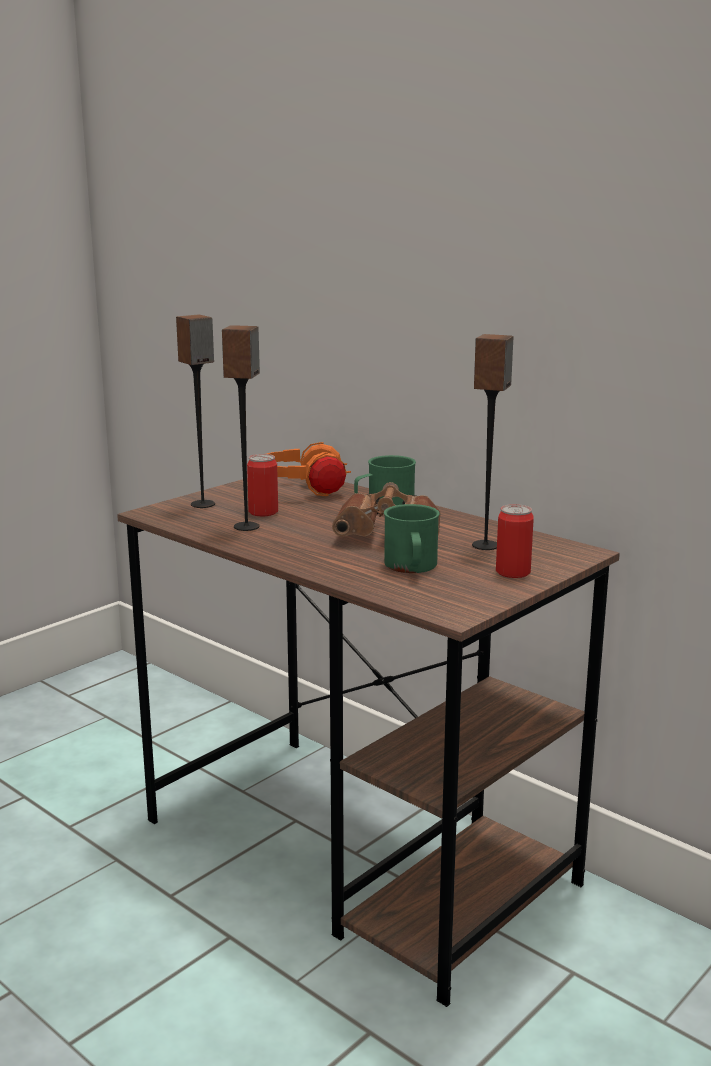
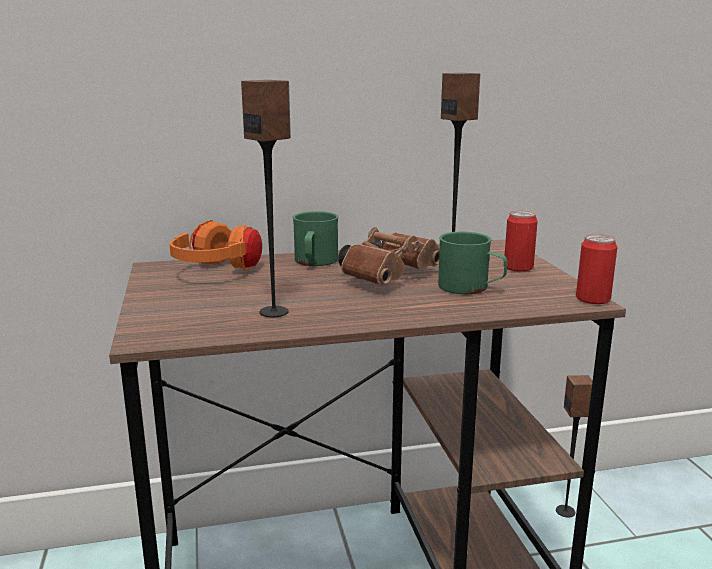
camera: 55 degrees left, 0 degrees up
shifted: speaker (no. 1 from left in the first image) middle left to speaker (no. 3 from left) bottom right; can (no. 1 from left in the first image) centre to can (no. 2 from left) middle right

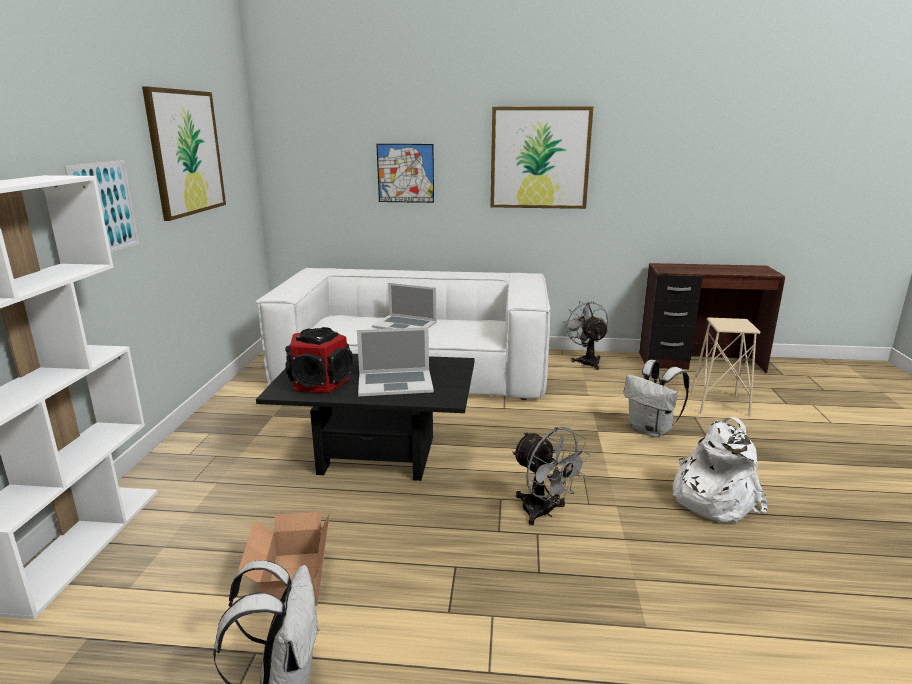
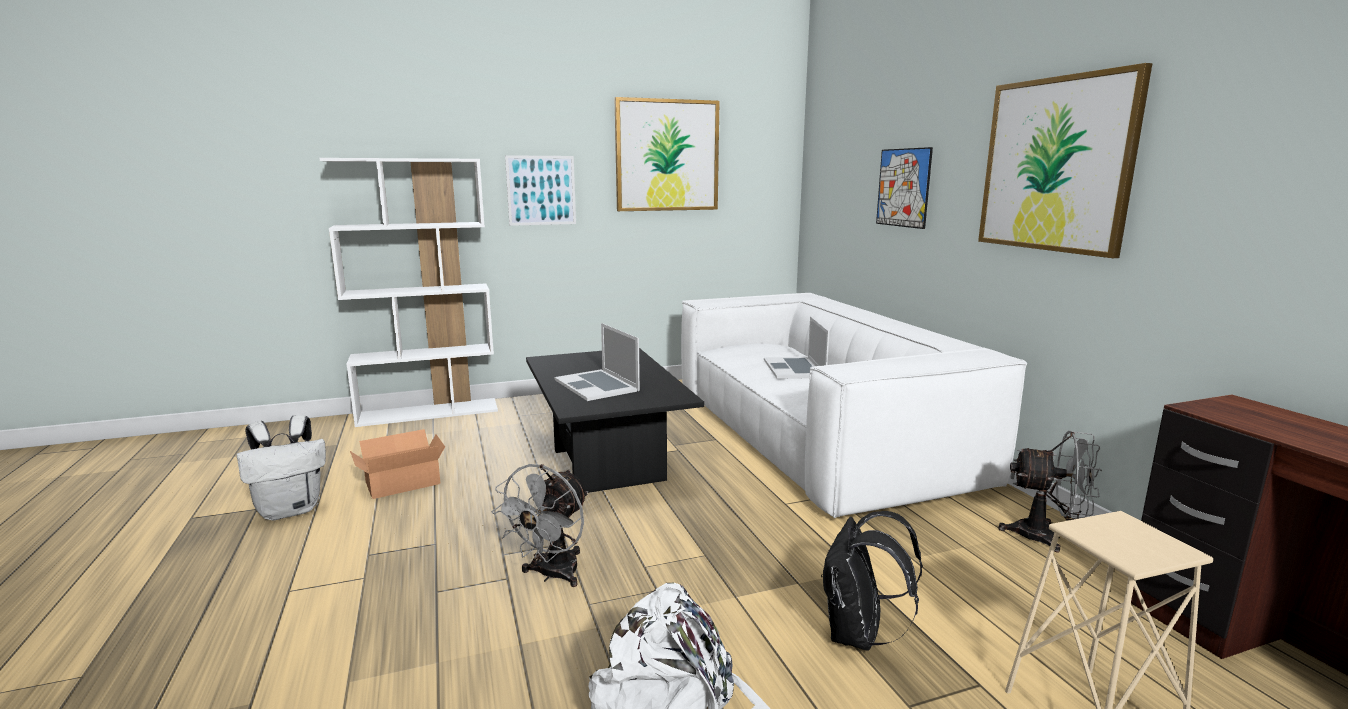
camera: 65 degrees right, 5 degrees down
gone: speaker centre
repainted: white_backpack (no. 2 from left) middle right to black_backpack bottom centre
rotated: grey_fan (no. 2 from left) centre = bottom right 60 degrees clockwise

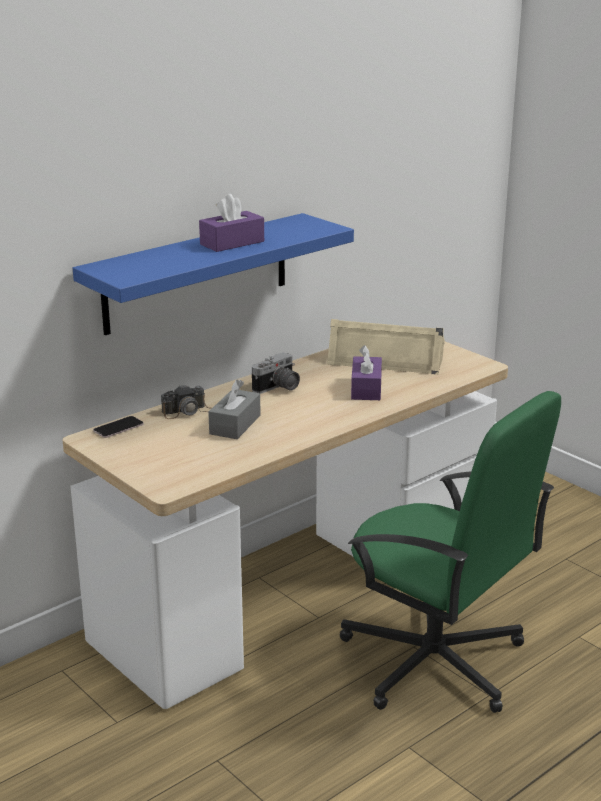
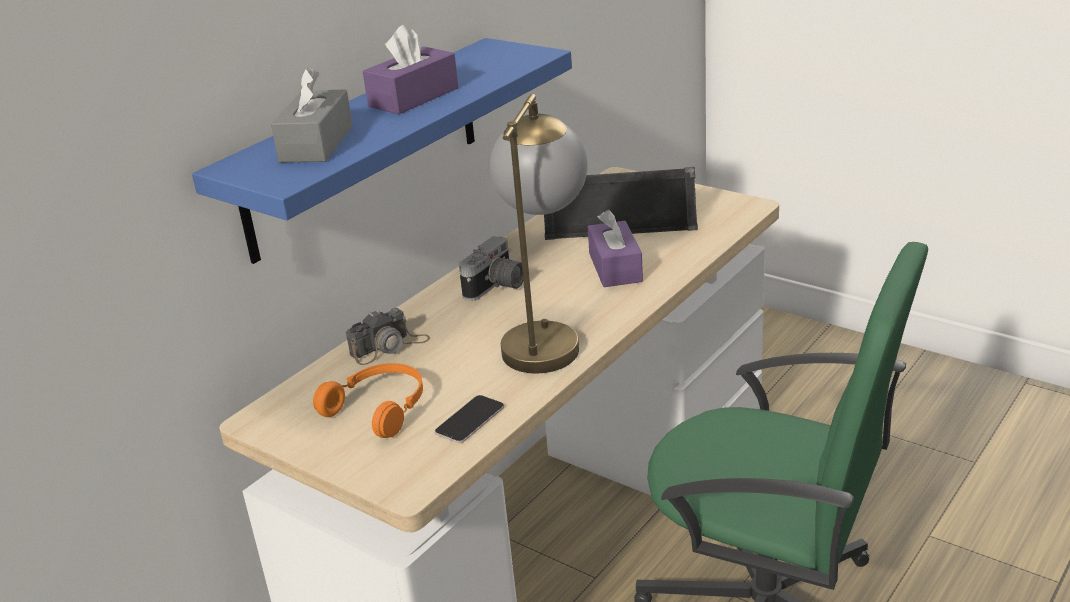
camera: 10 degrees left, 5 degrees up
new: table_lamp centre; orange_headphones centre
shifted: grey_tissue_box centre to top left; phone middle left to bottom centre
repainted: beige_speaker centre to black_speaker centre

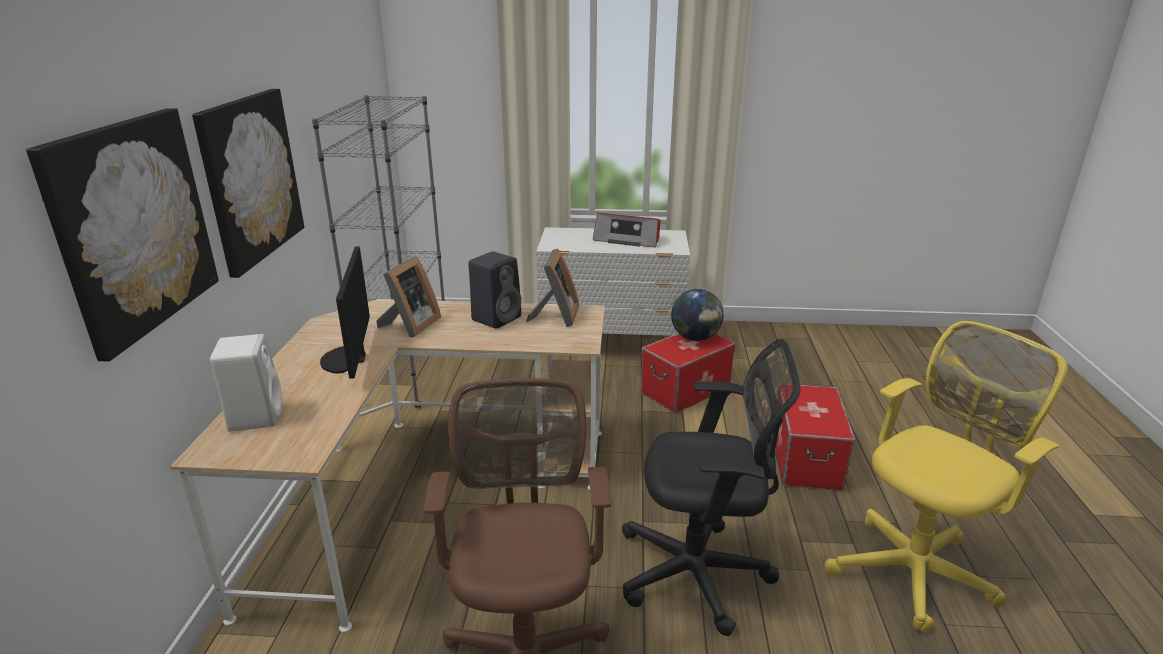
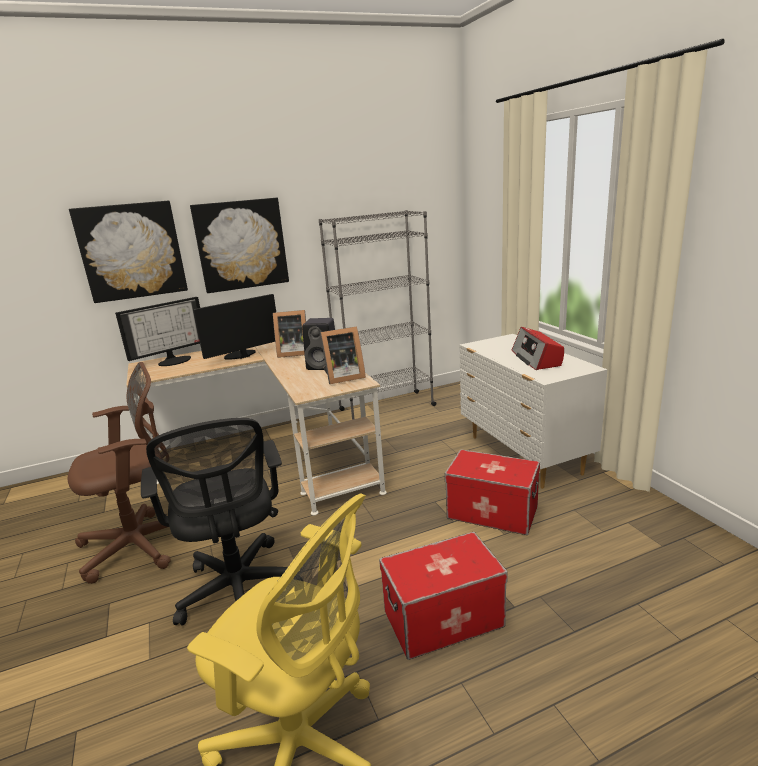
camera: 65 degrees right, 5 degrees down
gone: globe centre
swapped: white_speaker middle left to monitor (no. 1 from left) middle left

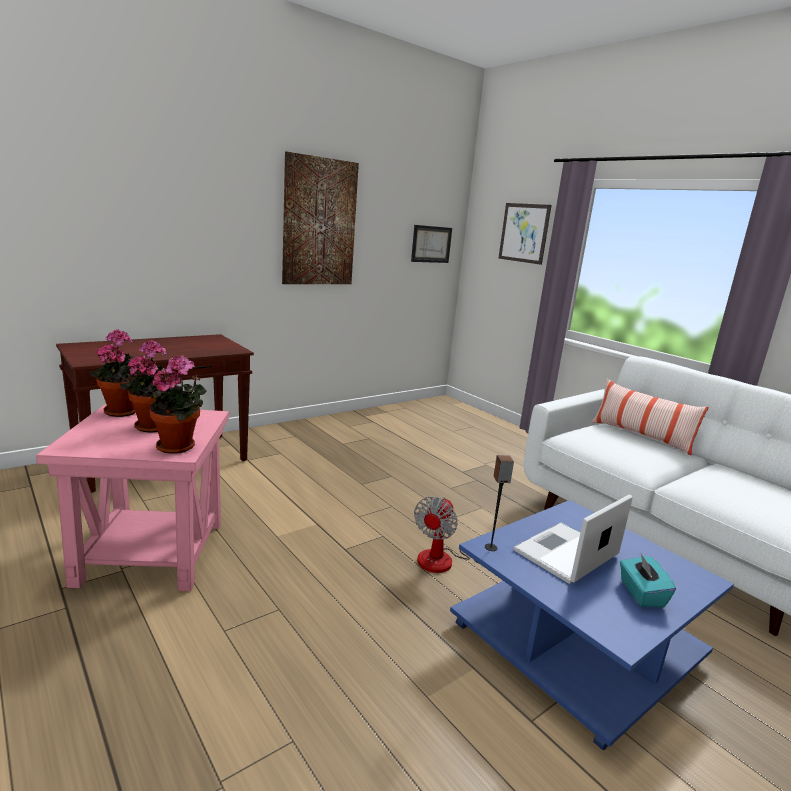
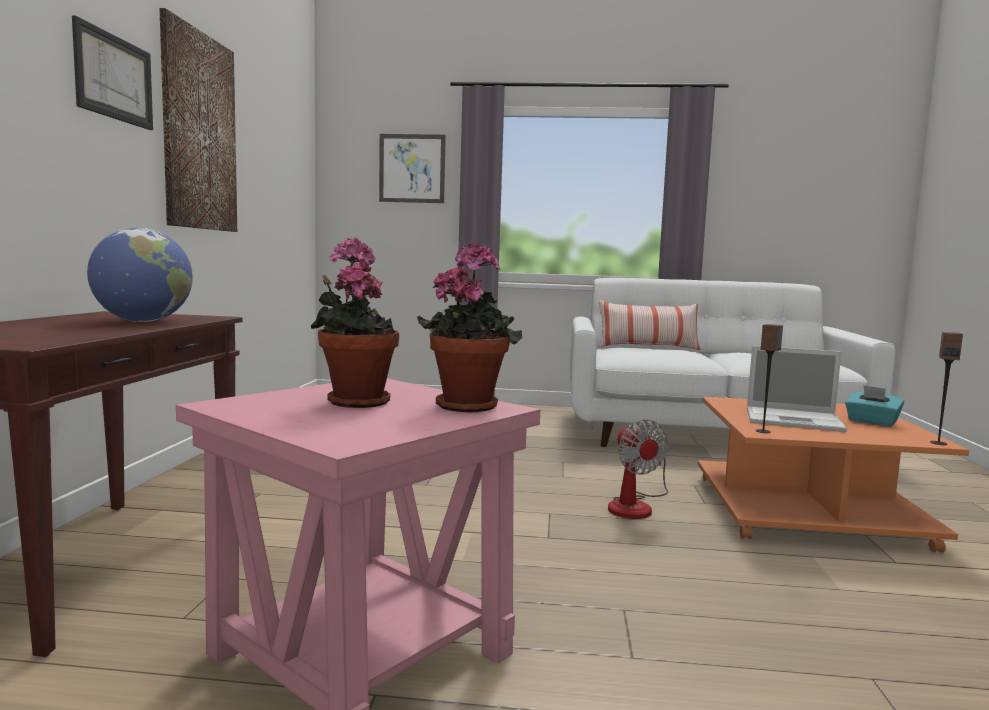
camera: 45 degrees left, 10 degrees down
gone: potted_plant (no. 1 from left) middle left
new: globe middle left; speaker (no. 2 from left) middle right
shifted: picture (no. 2 from left in the first image) top centre to picture (no. 1 from left) top left
repainted: blue_coffee_table bottom right to orange_coffee_table bottom right
rotated: laptop bottom right = middle right 75 degrees counterclockwise

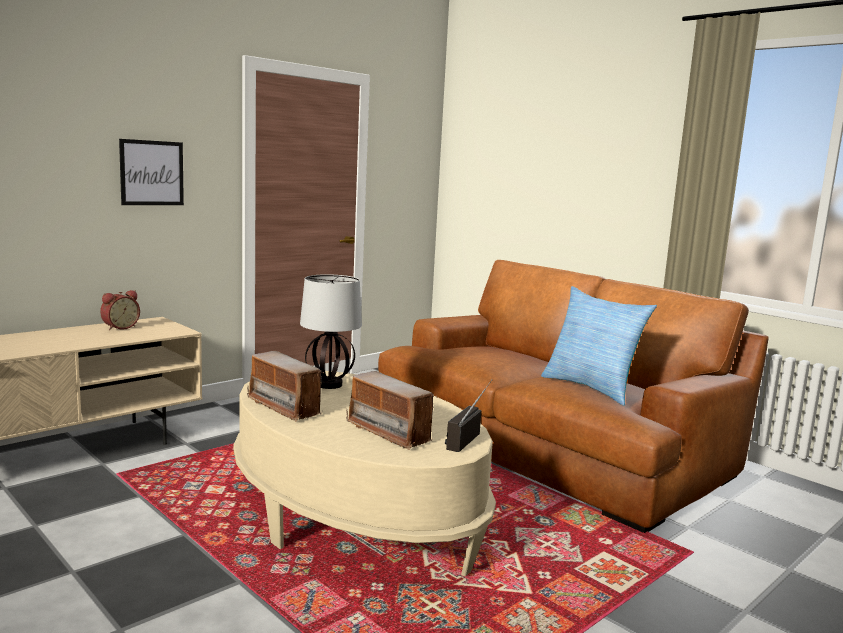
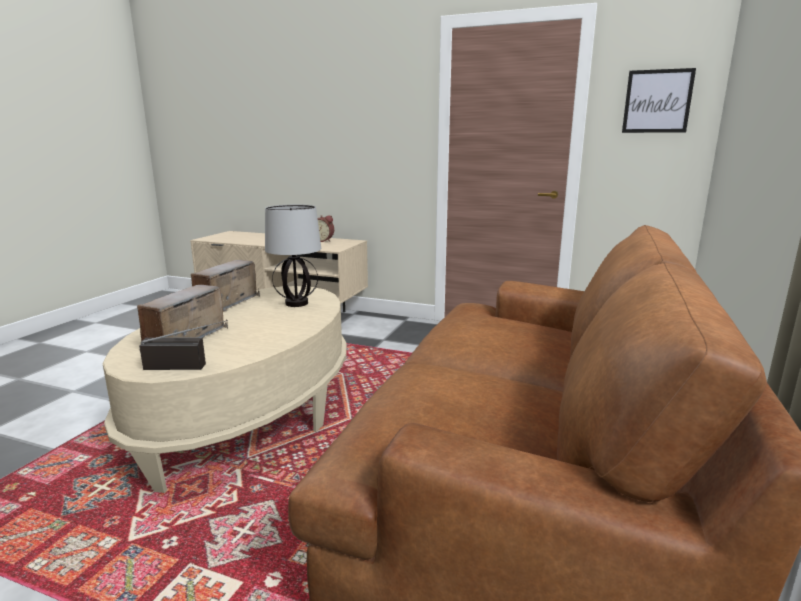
camera: 65 degrees right, 5 degrees up
gone: pillow middle right
shifted: picture top left to top right

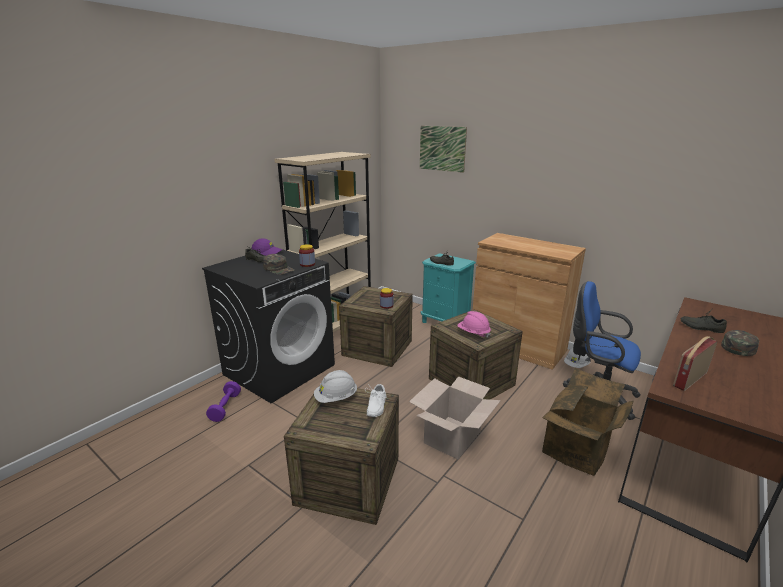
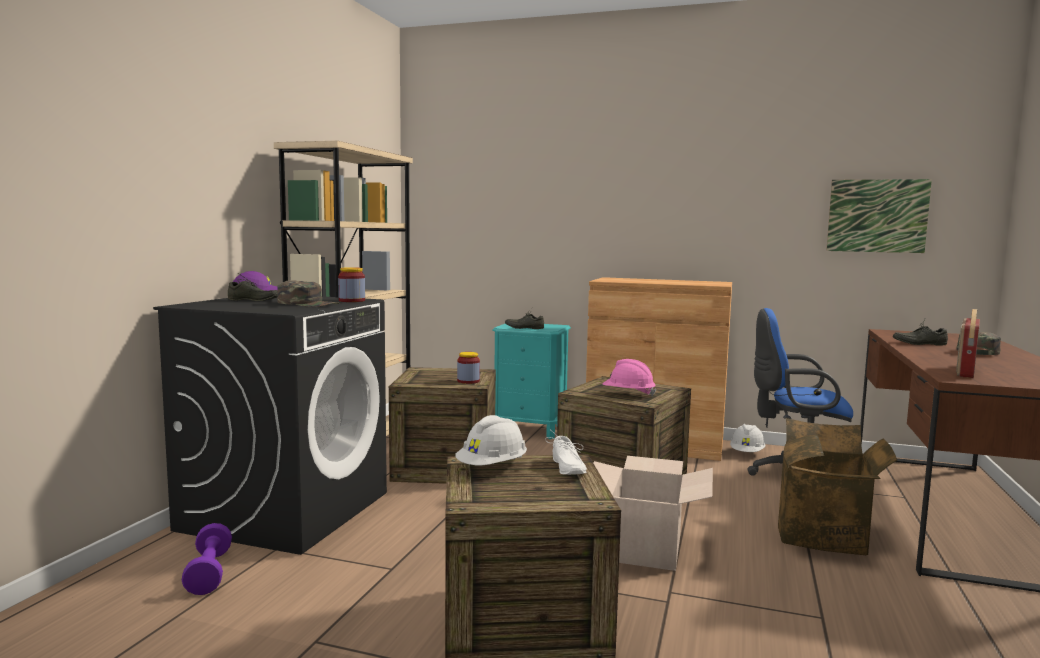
camera: 20 degrees left, 15 degrees down
shifted: picture top centre to top right

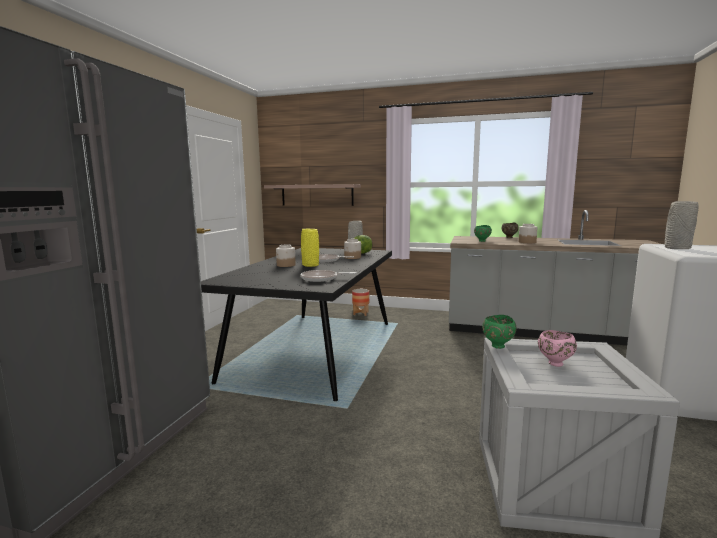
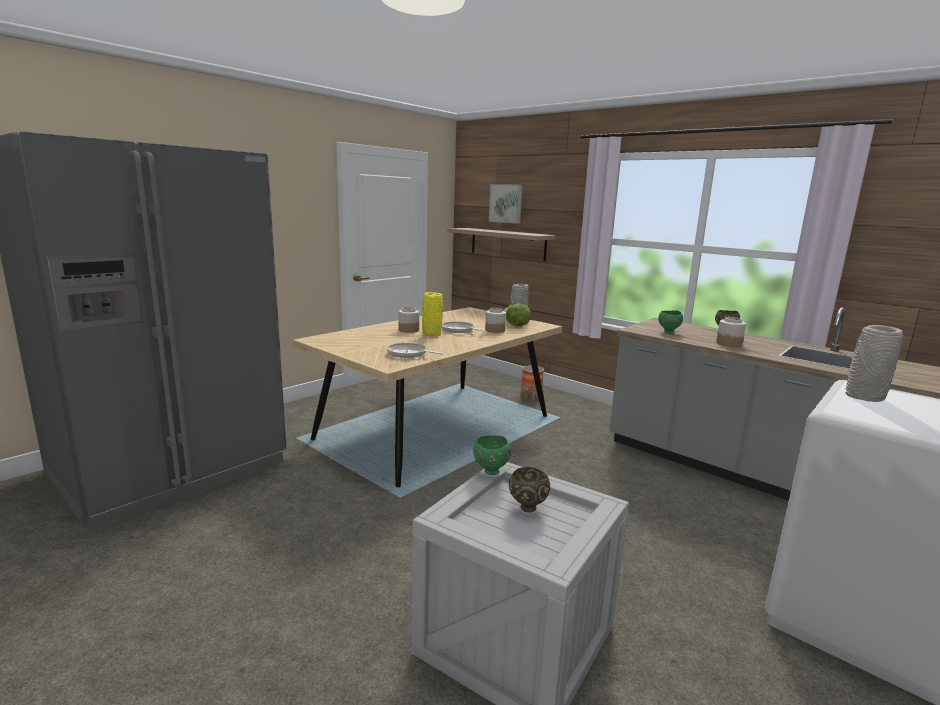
camera: 25 degrees right, 5 degrees up
new: picture top centre
repainted: black_dining_table centre to beige_dining_table centre; pink_bowl middle right to brown_bowl (no. 1 from left) bottom centre

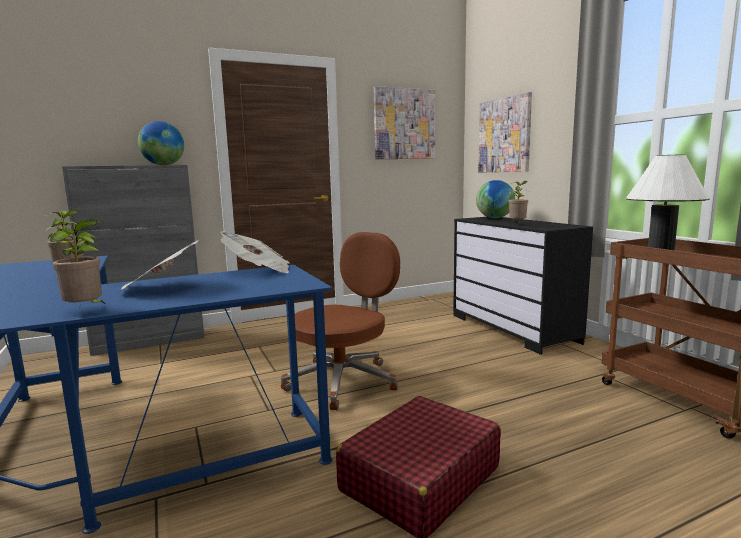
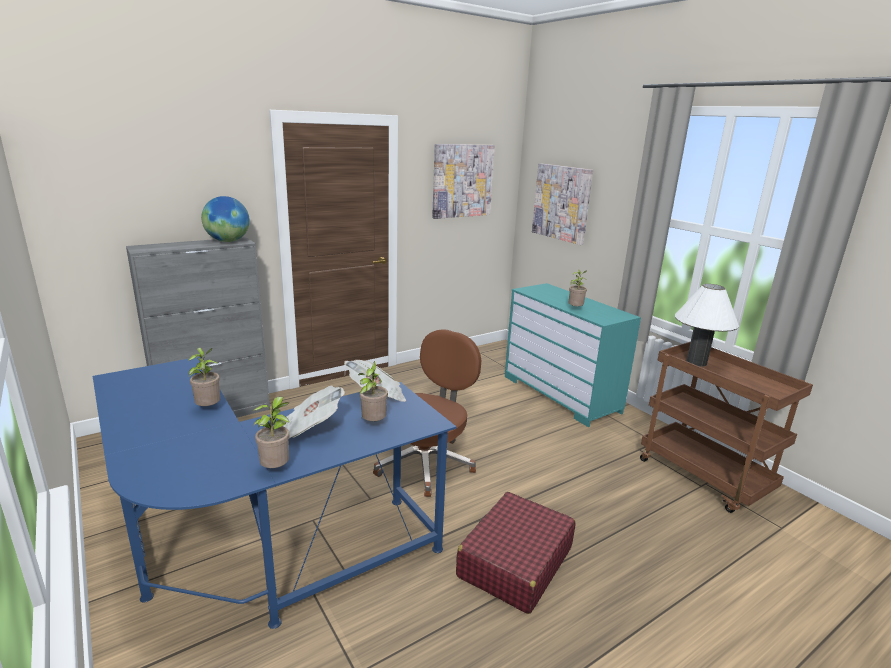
camera: 10 degrees left, 10 degrees up
gone: globe (no. 2 from left) middle right
new: potted_plant (no. 3 from left) centre
repainted: black_dresser middle right to turquoise_dresser centre

